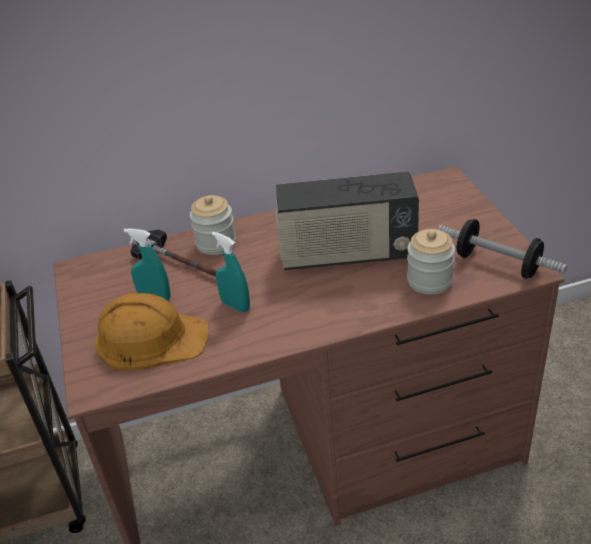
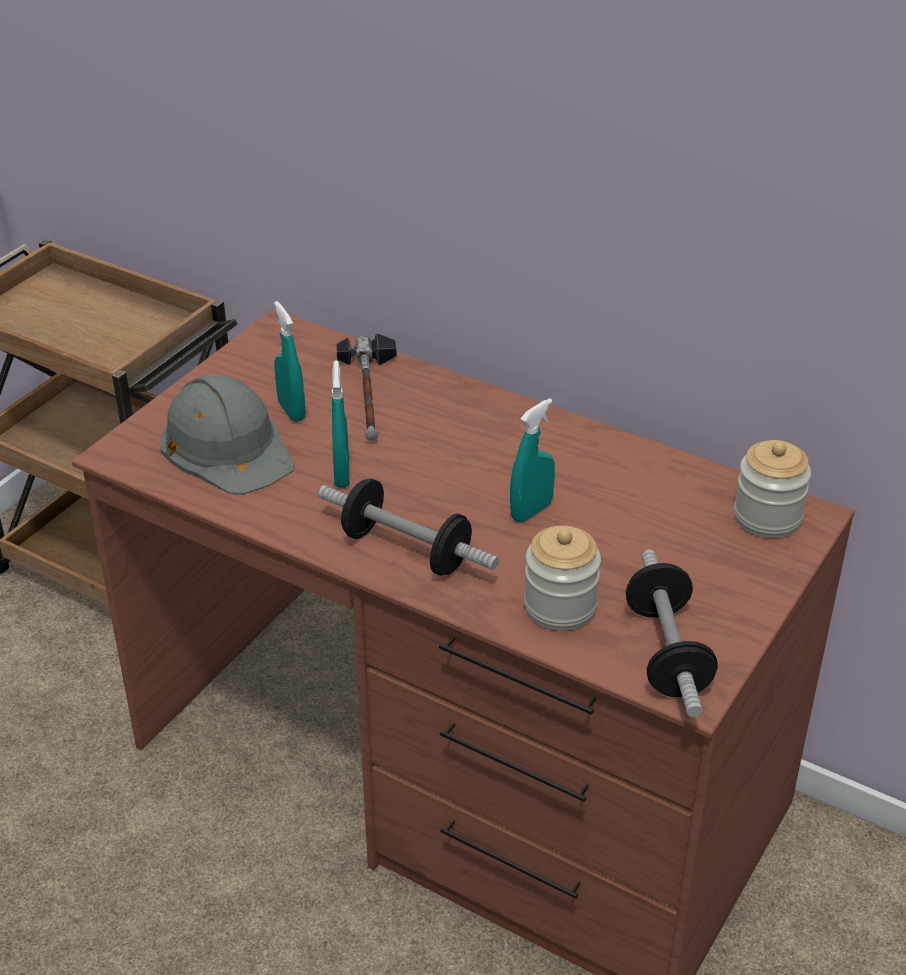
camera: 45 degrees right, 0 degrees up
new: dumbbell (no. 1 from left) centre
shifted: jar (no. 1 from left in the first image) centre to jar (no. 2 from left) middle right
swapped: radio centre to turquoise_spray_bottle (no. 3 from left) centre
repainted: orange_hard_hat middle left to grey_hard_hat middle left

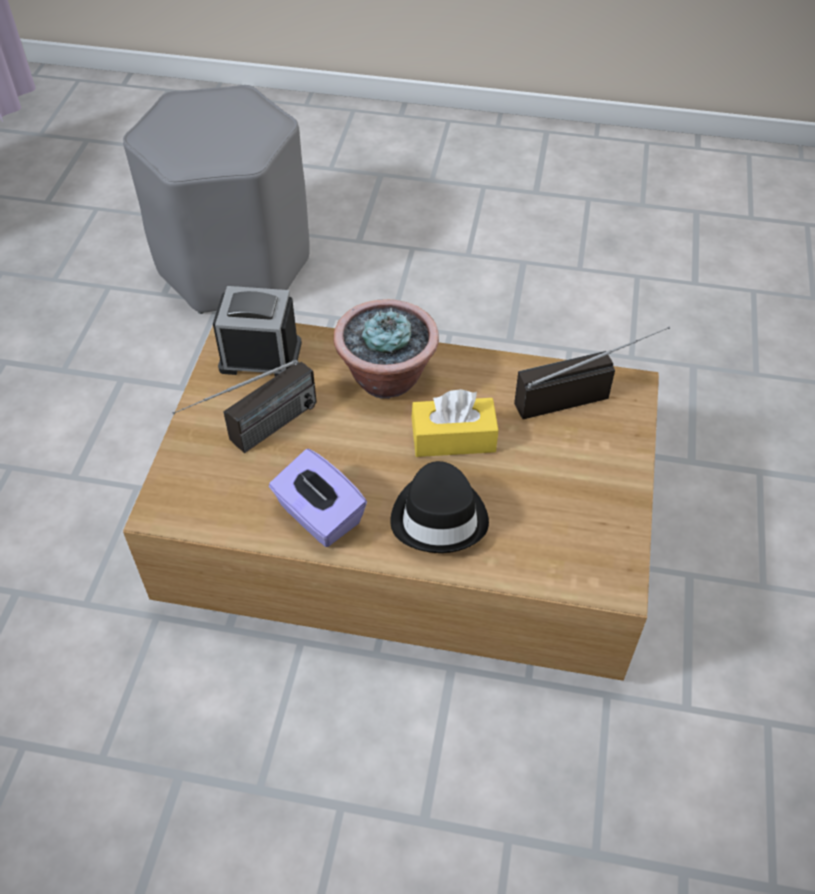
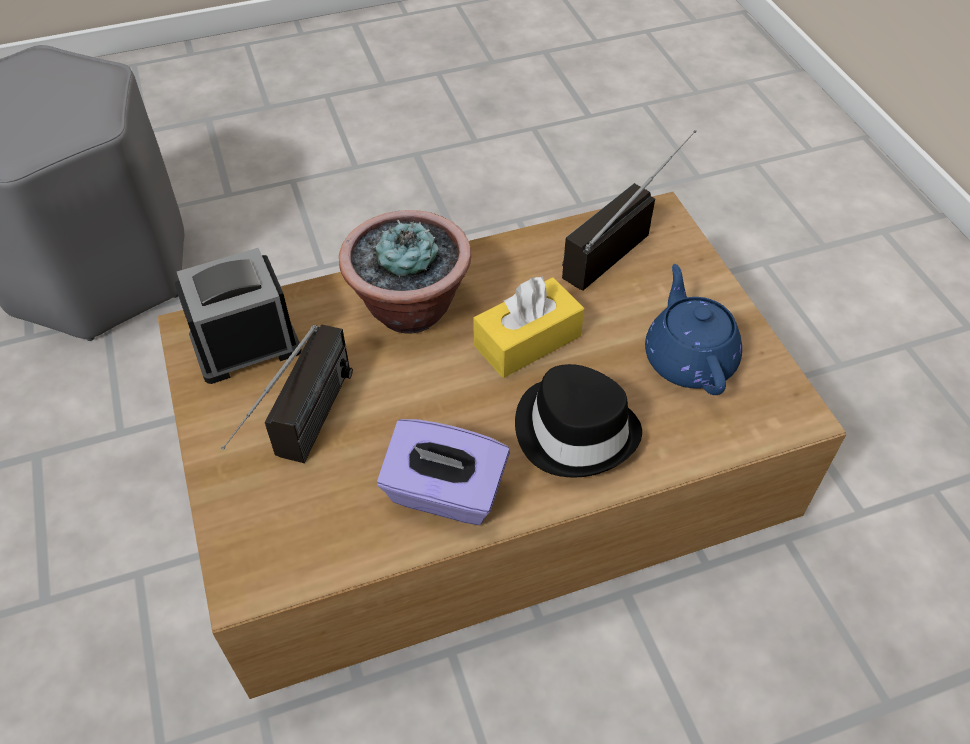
camera: 30 degrees left, 0 degrees up
new: blue_teapot middle right

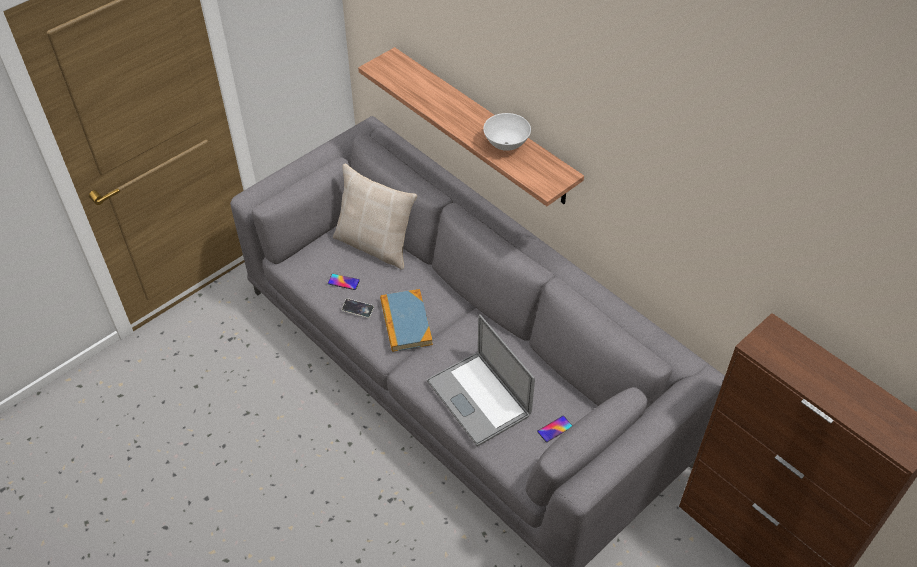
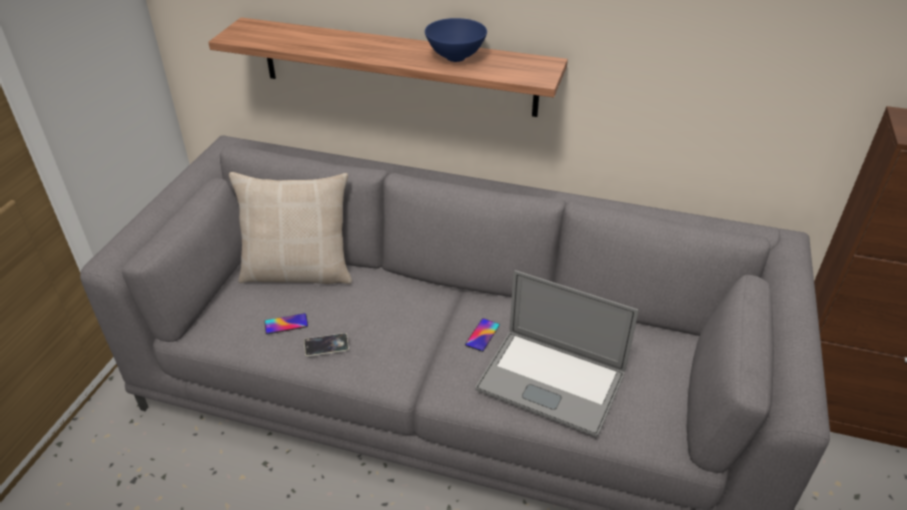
camera: 30 degrees left, 10 degrees down
gone: book centre
shifted: phone (no. 3 from left) bottom centre to centre
repainted: white_bowl top centre to blue_bowl top centre

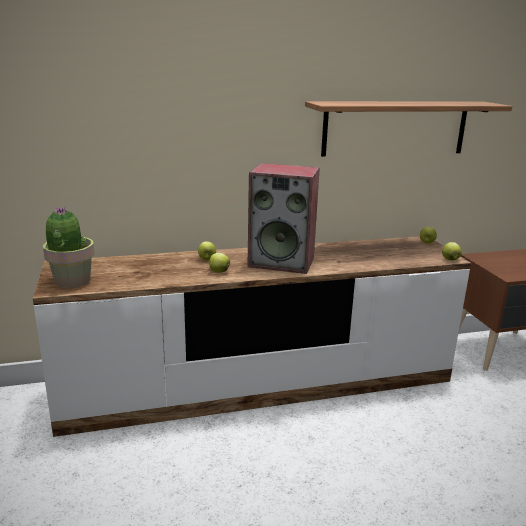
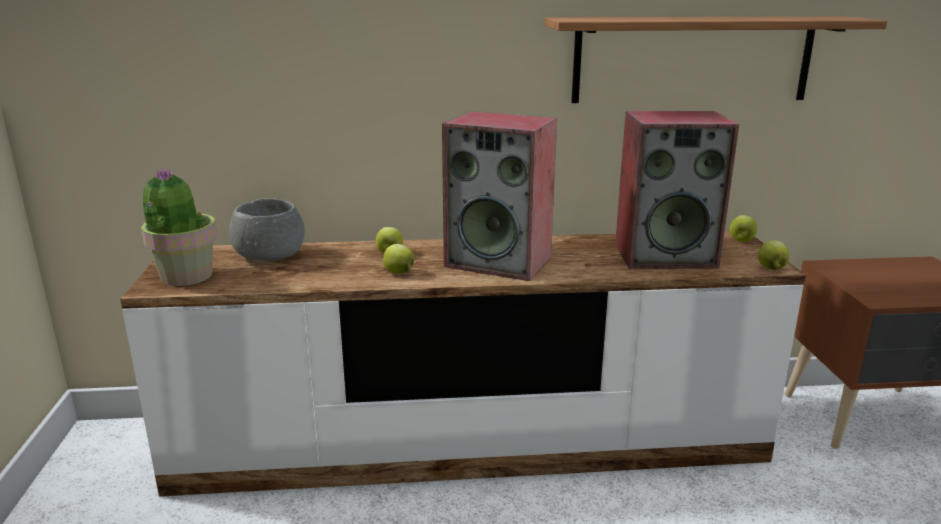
camera: 10 degrees right, 0 degrees up
new: speaker (no. 2 from left) middle right; grey_bowl middle left

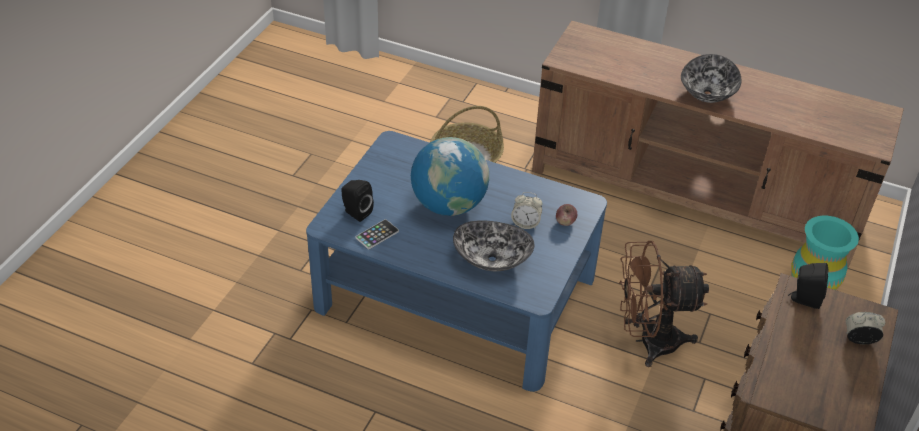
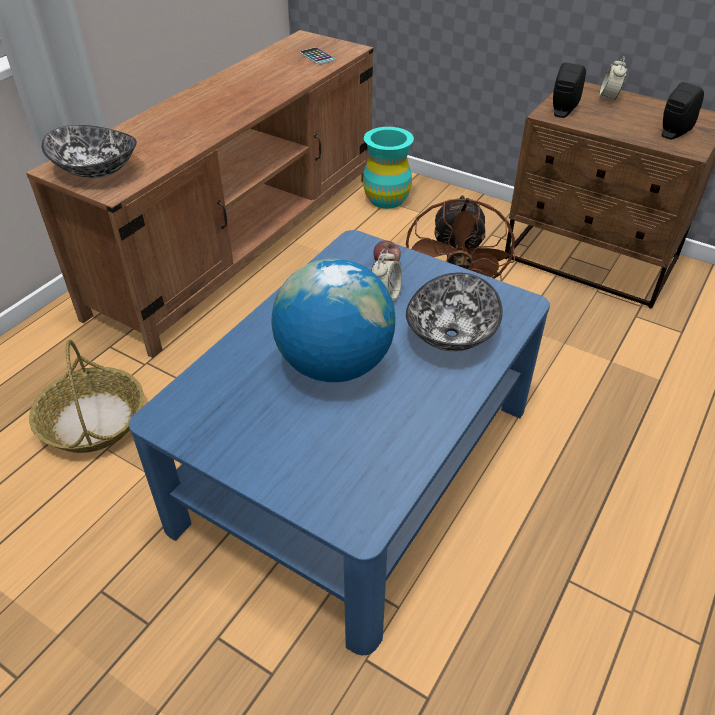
camera: 80 degrees left, 0 degrees up
shifted: bowl (no. 2 from left in the first image) top right to bowl (no. 1 from left) top left; black_speaker (no. 1 from left in the first image) centre to black_speaker (no. 2 from left) top right; phone centre to top centre

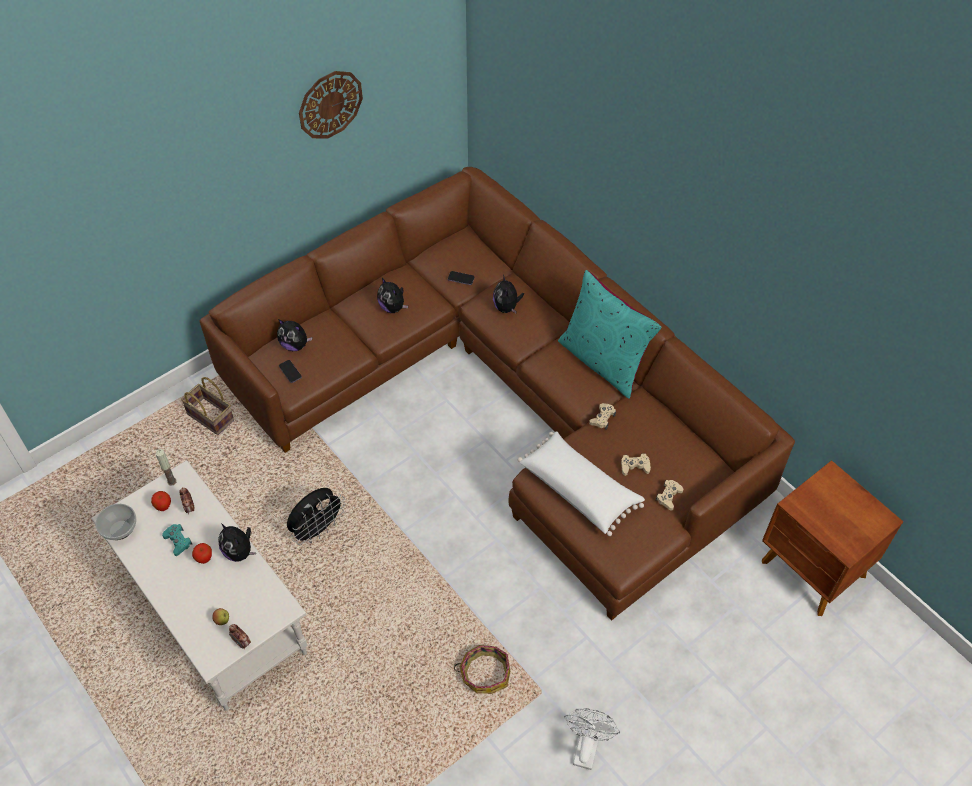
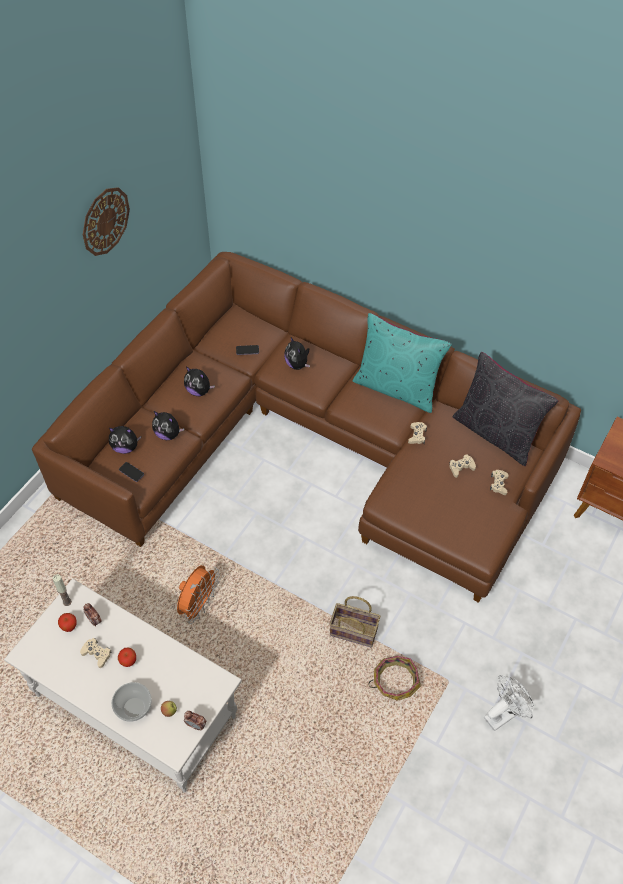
camera: 20 degrees left, 0 degrees up
gone: white_pillow centre
new: black_pillow middle right
shifted: basket (no. 1 from left) middle left to bottom centre; bowl middle left to bottom left; plush_toy (no. 1 from left in the first image) bottom left to plush_toy (no. 2 from left) middle left
repainted: black_fan middle left to orange_fan bottom left; turquoise_game_controller bottom left to beige_game_controller (no. 1 from left) bottom left
rotated: white_fan bottom centre = bottom right 60 degrees clockwise

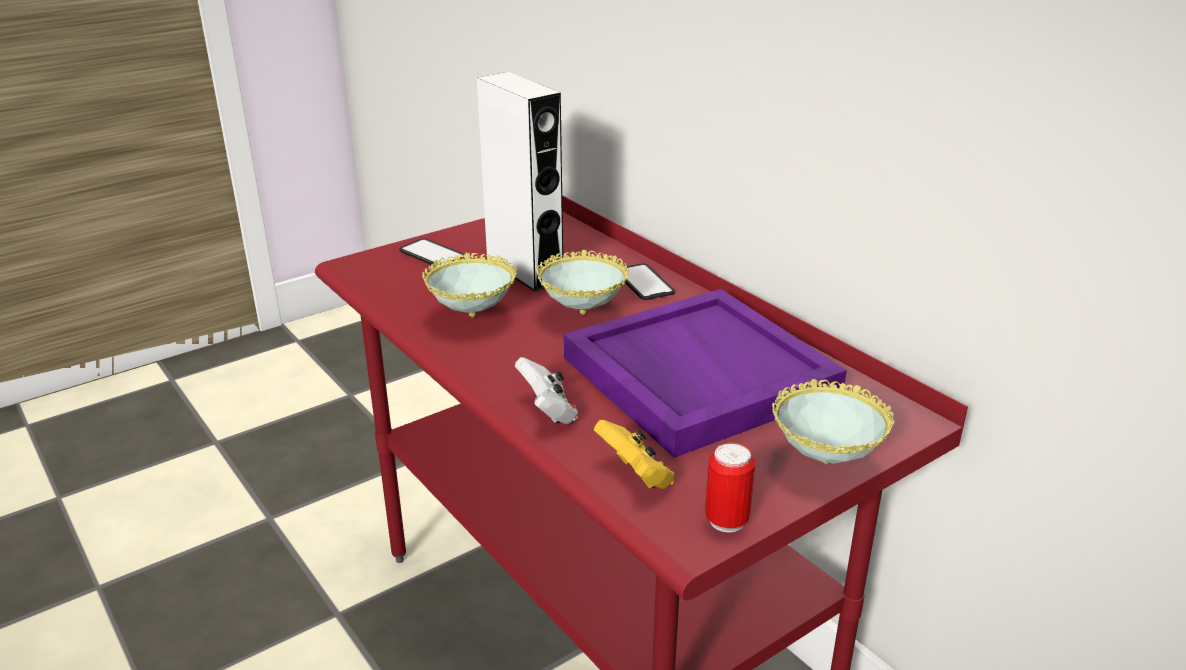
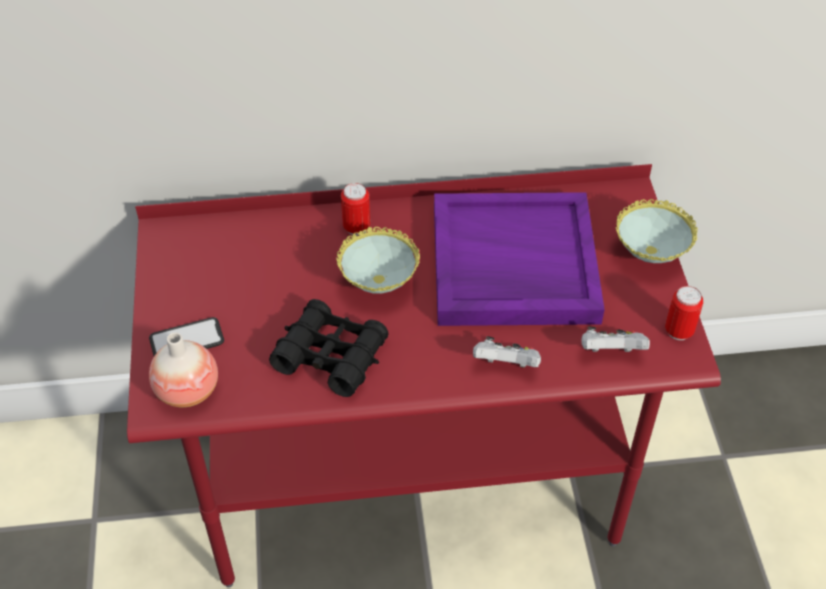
camera: 60 degrees left, 20 degrees up
gone: white_speaker top centre
new: vase middle left
swapped: bowl (no. 1 from left) centre to black_binoculars centre; phone (no. 2 from left) centre to can (no. 1 from left) centre
repainted: yellow_game_controller bottom centre to white_game_controller (no. 2 from left) middle right

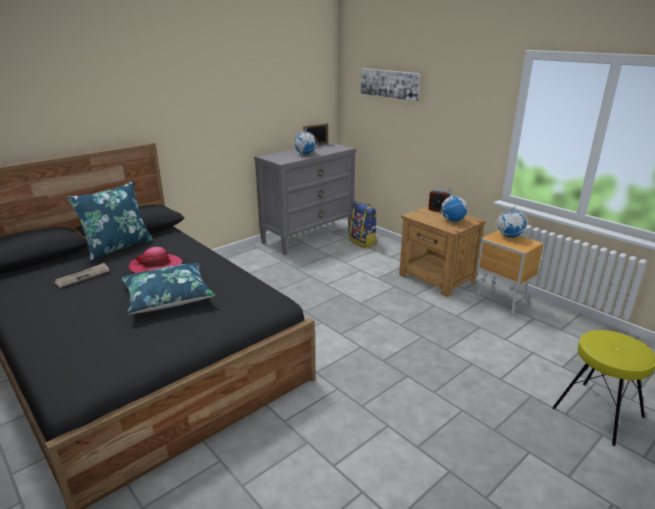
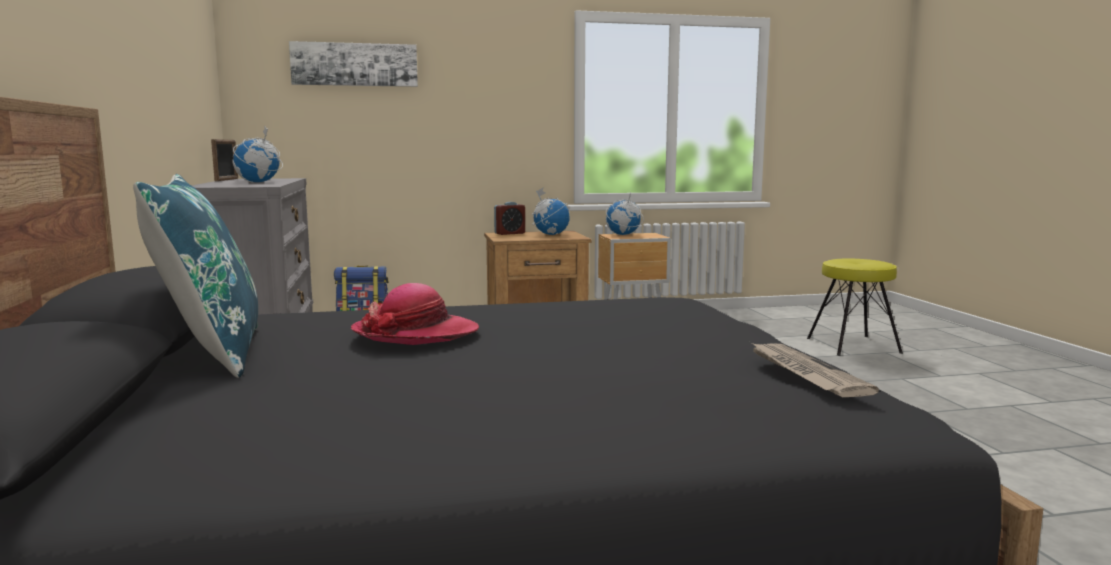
camera: 60 degrees left, 15 degrees down
gone: blue_pillow (no. 2 from left) middle left
shifted: newspaper middle left to middle right

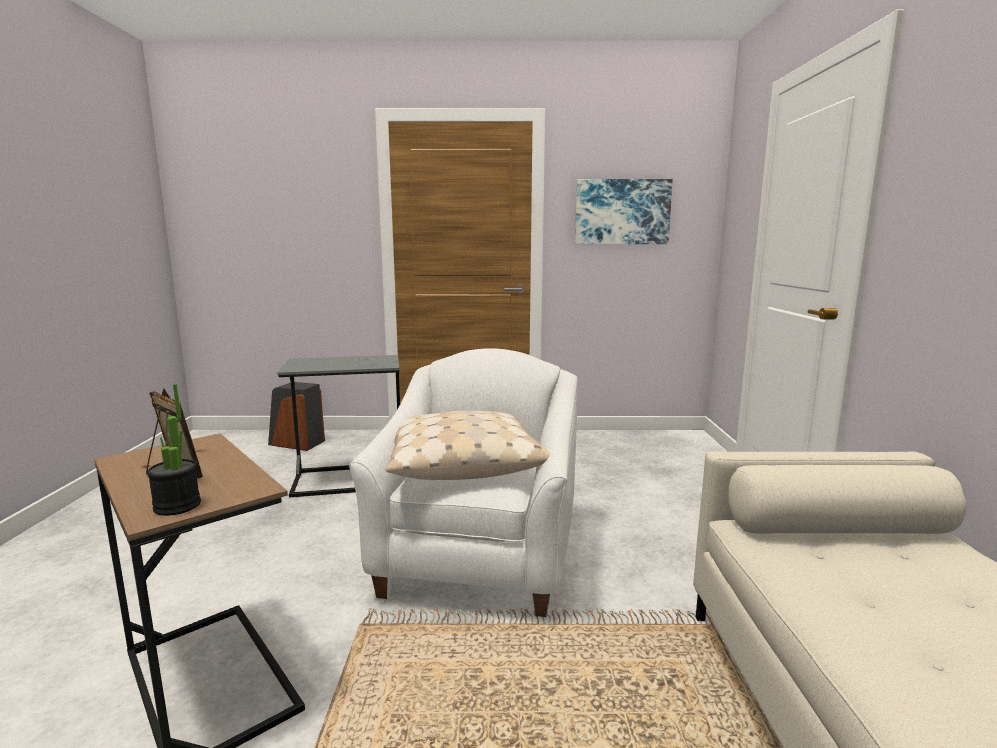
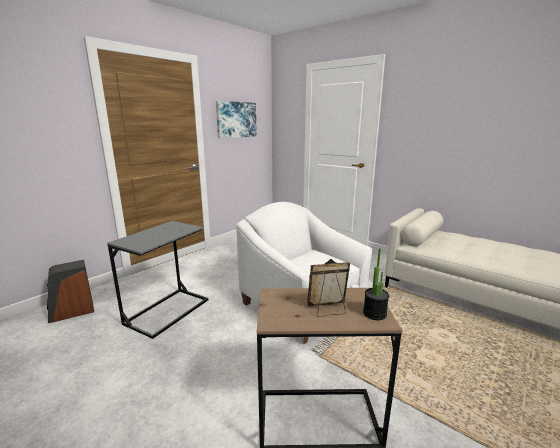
camera: 50 degrees left, 5 degrees up
gone: beige_pillow centre

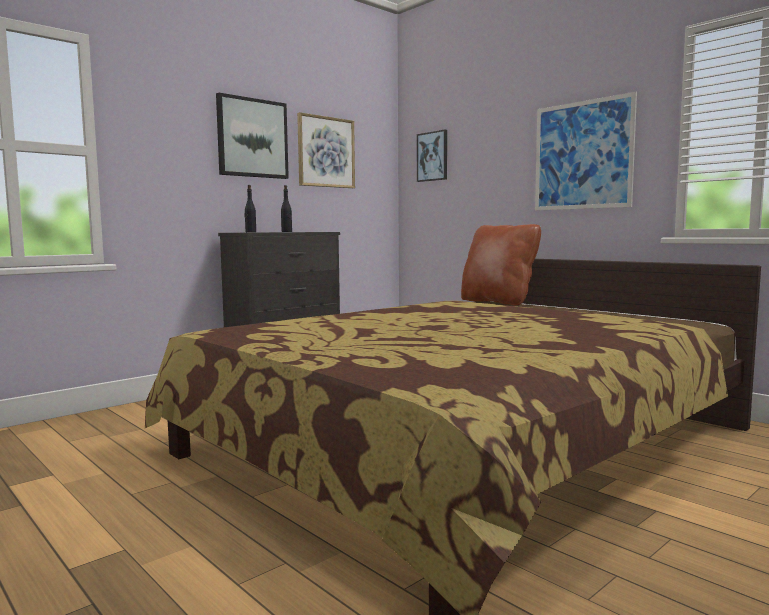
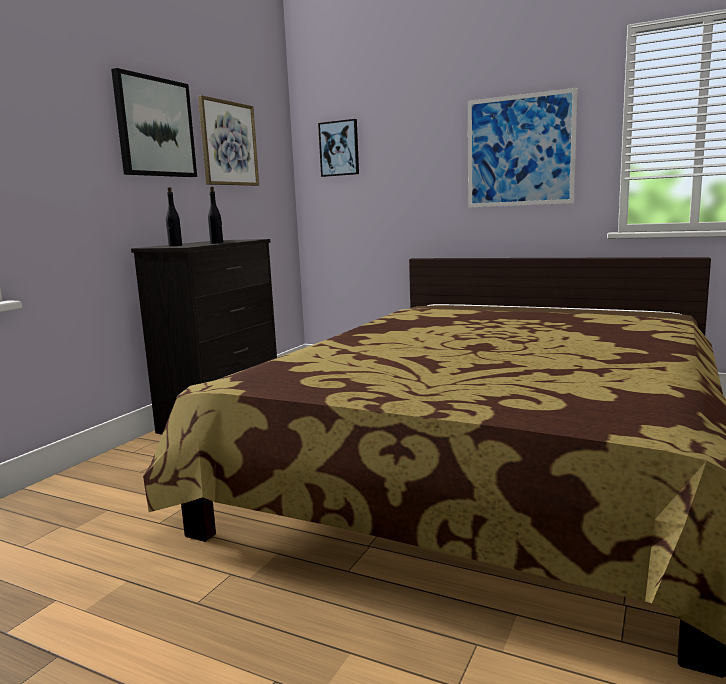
camera: 20 degrees left, 5 degrees up
gone: brown_pillow centre

